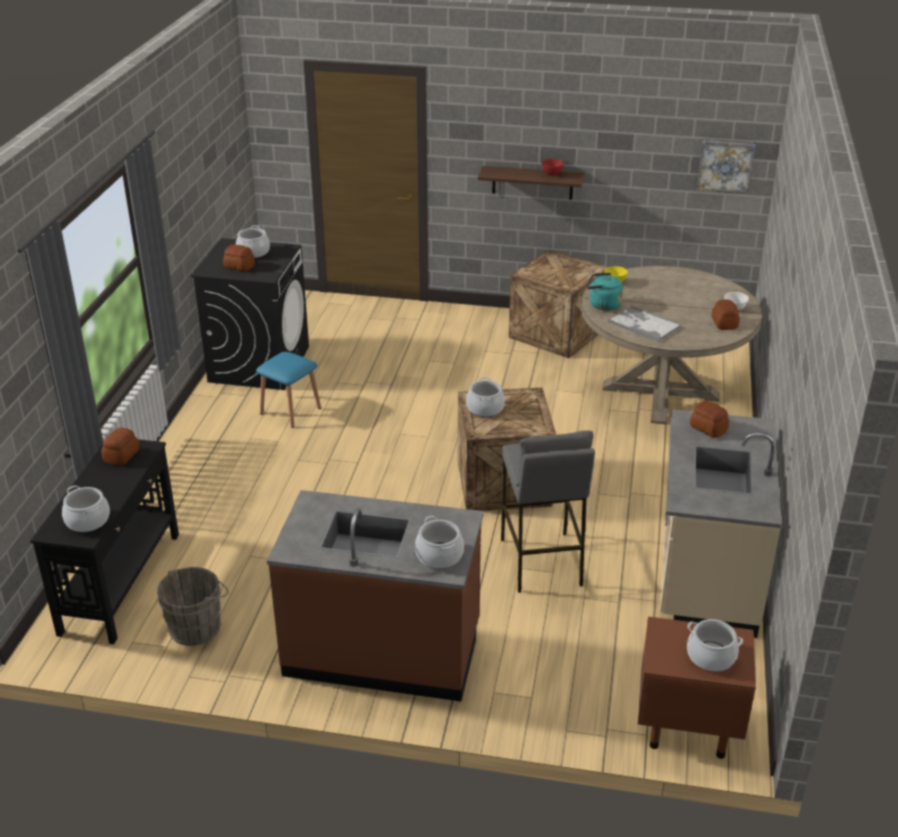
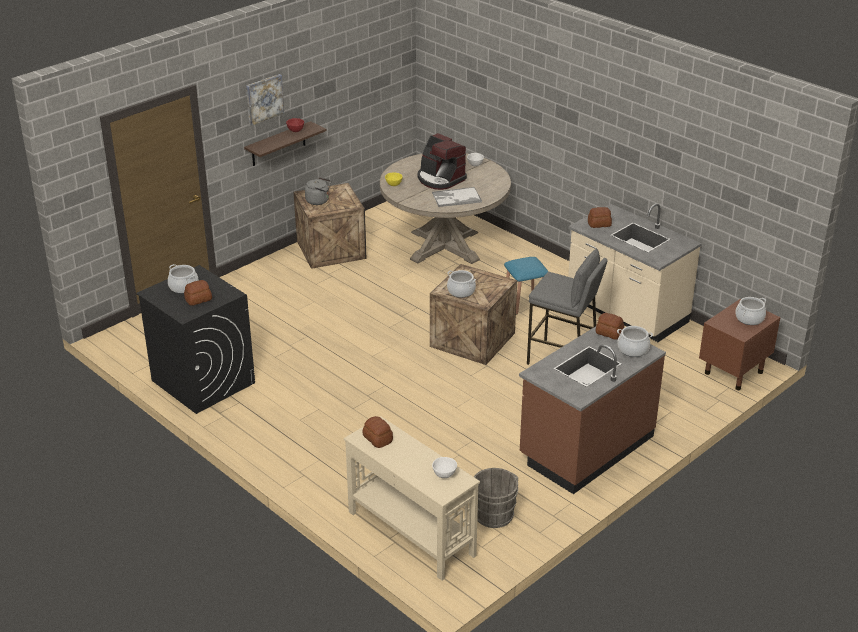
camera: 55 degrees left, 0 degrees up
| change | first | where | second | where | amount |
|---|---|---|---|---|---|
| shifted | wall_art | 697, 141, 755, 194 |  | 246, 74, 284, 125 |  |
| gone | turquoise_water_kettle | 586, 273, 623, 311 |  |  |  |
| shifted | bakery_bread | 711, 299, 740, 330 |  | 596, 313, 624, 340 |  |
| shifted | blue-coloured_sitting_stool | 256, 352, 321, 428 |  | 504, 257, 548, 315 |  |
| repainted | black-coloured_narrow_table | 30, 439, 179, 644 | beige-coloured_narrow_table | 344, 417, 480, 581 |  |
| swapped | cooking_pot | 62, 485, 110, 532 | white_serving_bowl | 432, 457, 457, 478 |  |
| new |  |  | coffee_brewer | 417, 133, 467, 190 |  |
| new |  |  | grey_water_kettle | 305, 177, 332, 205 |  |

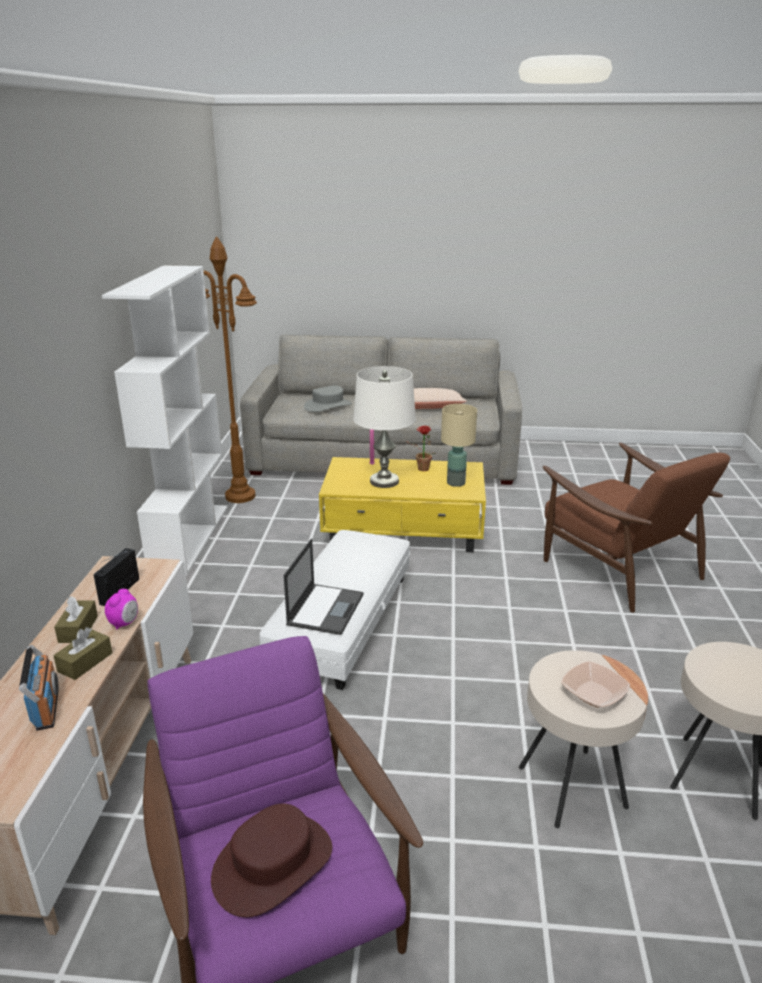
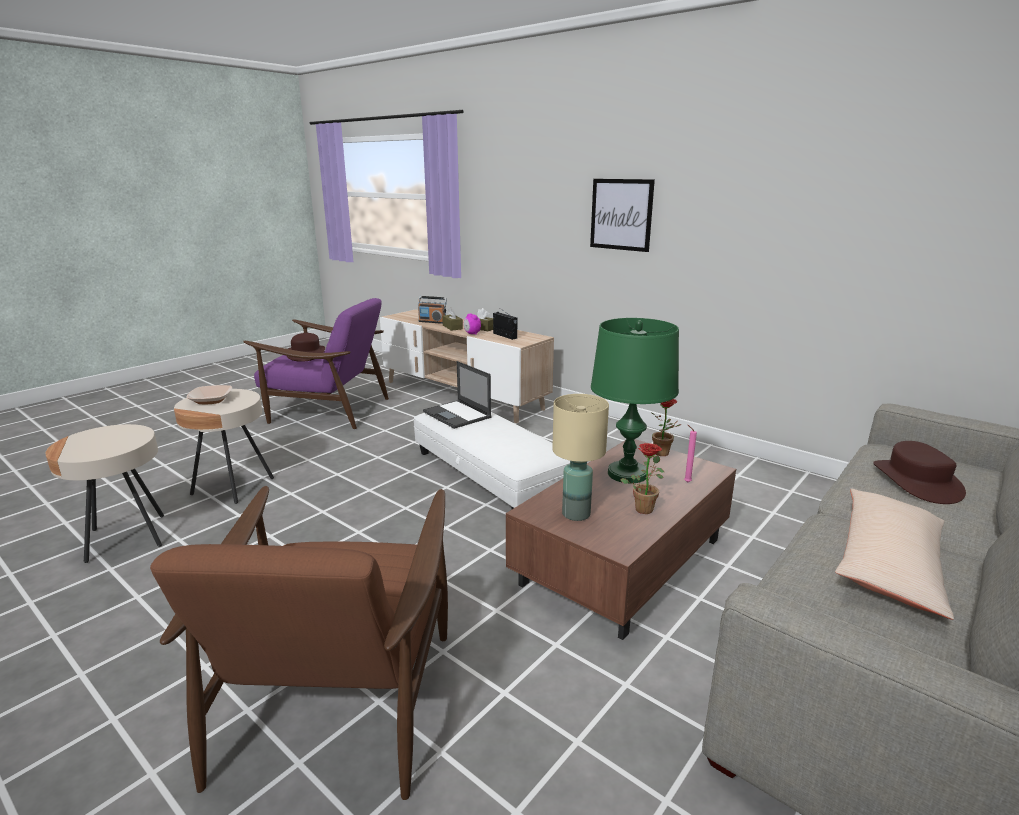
camera: 125 degrees right, 5 degrees down
| change | first | where | second | where | amount |
|---|---|---|---|---|---|
| gone | brown-coloured_floor_lamp | 203, 236, 257, 503 |  |  |  |
| gone | white_bookcase | 102, 266, 228, 576 |  |  |  |
| repainted | white_tabletop_lamp | 353, 366, 416, 488 | greenish_tabletop_lamp | 591, 318, 679, 483 |  |
| repainted | grey_hat | 304, 385, 352, 412 | brown-coloured_hat | 873, 441, 966, 504 |  |
| rotated | brown-coloured_armchair | 543, 443, 730, 613 |  | 150, 486, 448, 800 | 90 degrees counterclockwise |
| repainted | yellowish_lounge_table | 319, 457, 486, 552 | brown-coloured_lounge_table | 506, 439, 736, 640 |  |
| new |  |  | wall_art | 590, 179, 655, 252 |  |
| new |  |  | potted_plant | 651, 399, 682, 456 |  |

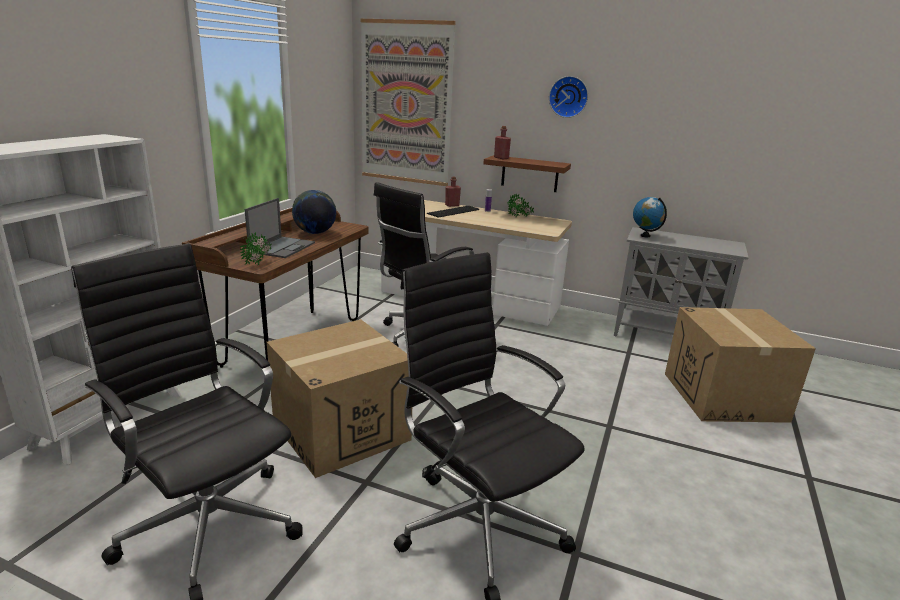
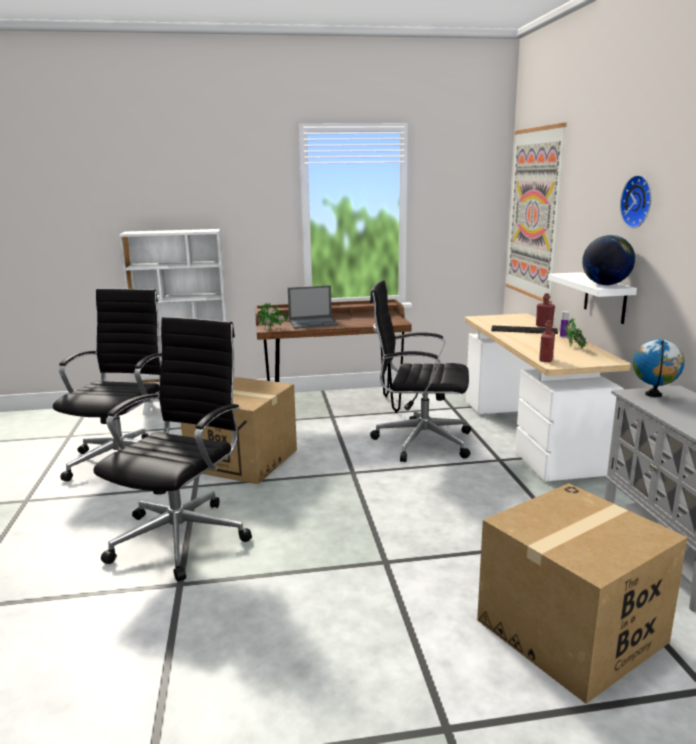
camera: 60 degrees right, 5 degrees down
| change | first | where | second | where | amount |
|---|---|---|---|---|---|
| shifted | red-coloured_bottle | 494, 126, 511, 159 |  | 539, 320, 555, 362 |  |
| repainted | brown-coloured_wall_shelf | 483, 155, 571, 192 | white_wall_shelf | 548, 272, 637, 324 |  |
| shifted | world_globe | 292, 190, 336, 234 |  | 582, 235, 635, 285 |  |

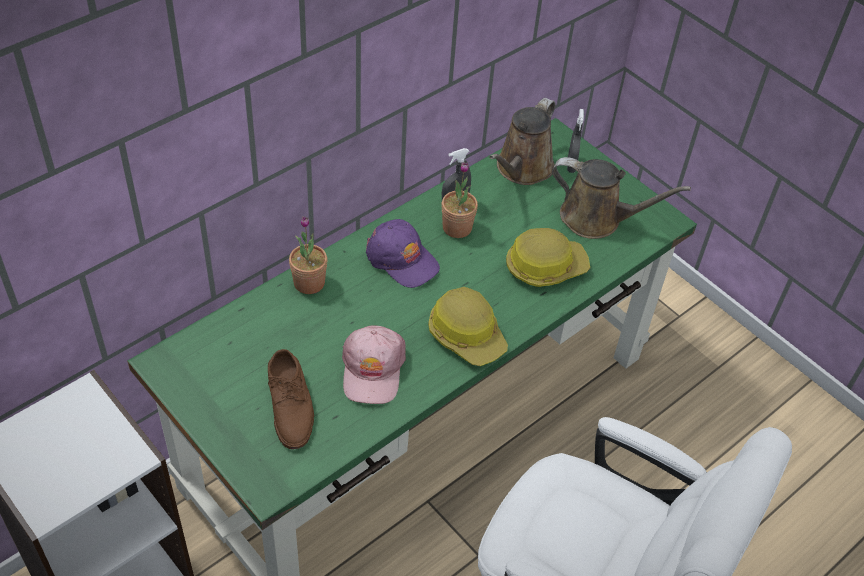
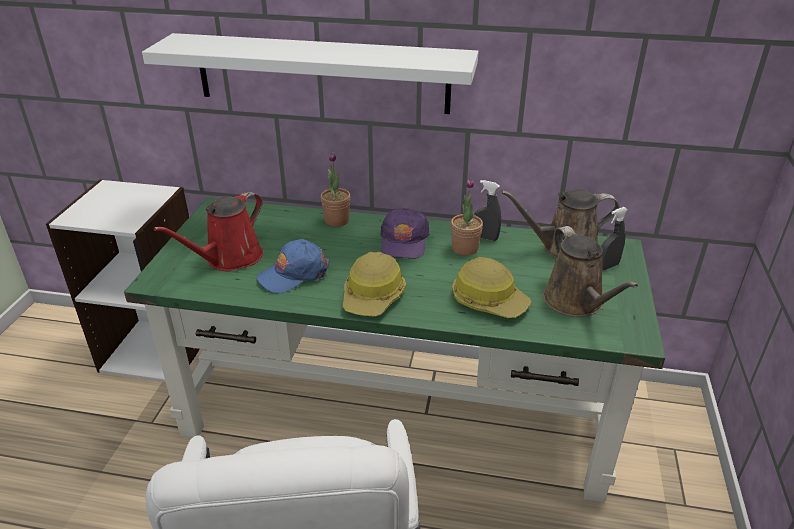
camera: 55 degrees right, 15 degrees down
| change | first | where | second | where | amount |
|---|---|---|---|---|---|
| repainted | pinkish_baseball_cap | 342, 325, 406, 404 | blue-coloured_baseball_cap | 256, 239, 330, 294 |  |
| swapped | brown-coloured_item_of_footwear | 268, 349, 314, 449 | red-coloured_watering_pot | 153, 192, 263, 271 |  |
| new |  |  | white_wall_shelf | 142, 33, 479, 114 |  |

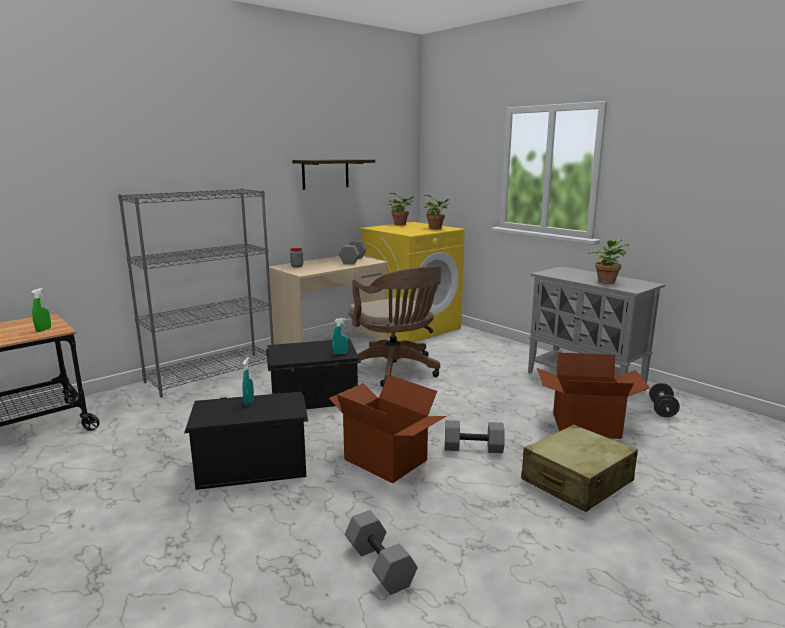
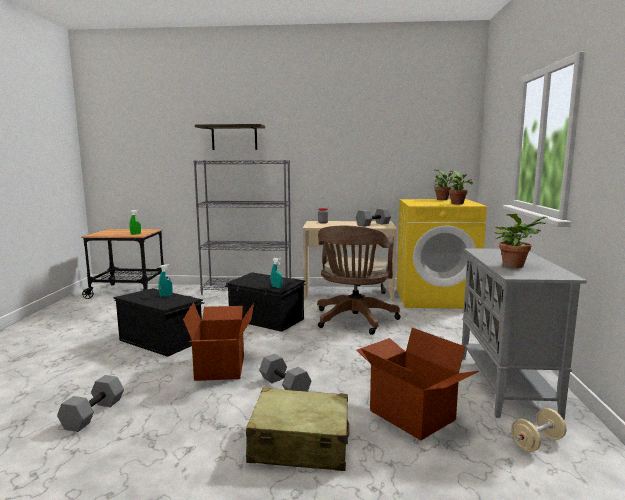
camera: 45 degrees right, 5 degrees down
| change | first | where | second | where | amount |
|---|---|---|---|---|---|
| shifted | wall_shelf | 292, 159, 375, 190 |  | 195, 124, 265, 150 |  |
| repainted | black-coloured_hand_weight | 649, 383, 680, 417 | beige-coloured_hand_weight | 511, 408, 566, 452 |  |

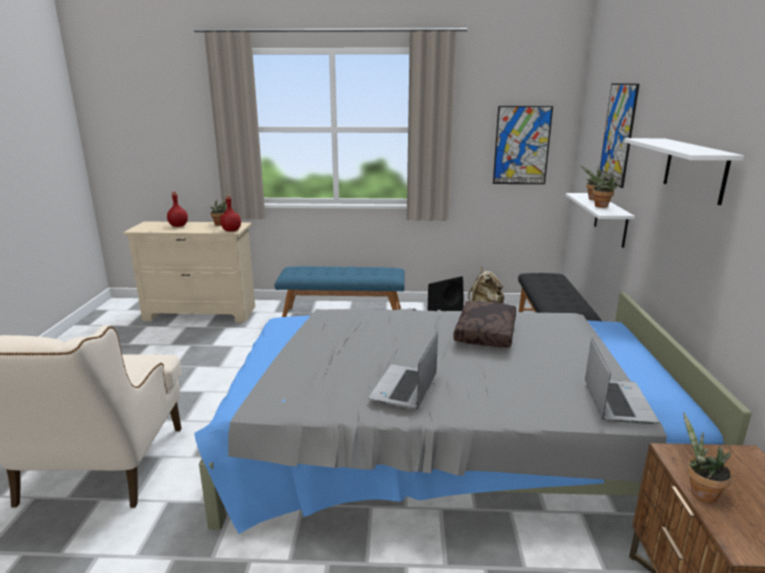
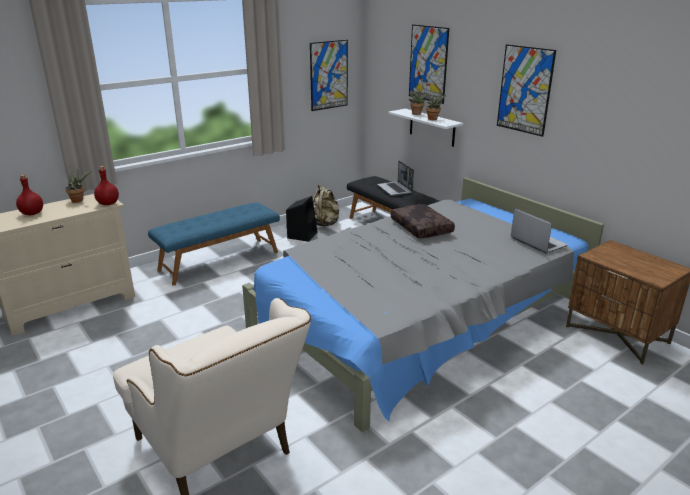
camera: 40 degrees left, 5 degrees up
| change | first | where | second | where | amount |
|---|---|---|---|---|---|
| swapped | white_wall_shelf | 624, 138, 744, 205 | wall_art | 497, 44, 556, 137 |  |
| shifted | laptop | 368, 331, 438, 409 |  | 377, 161, 414, 196 |  |
| gone | potted_plant | 683, 412, 732, 503 |  |  |  |

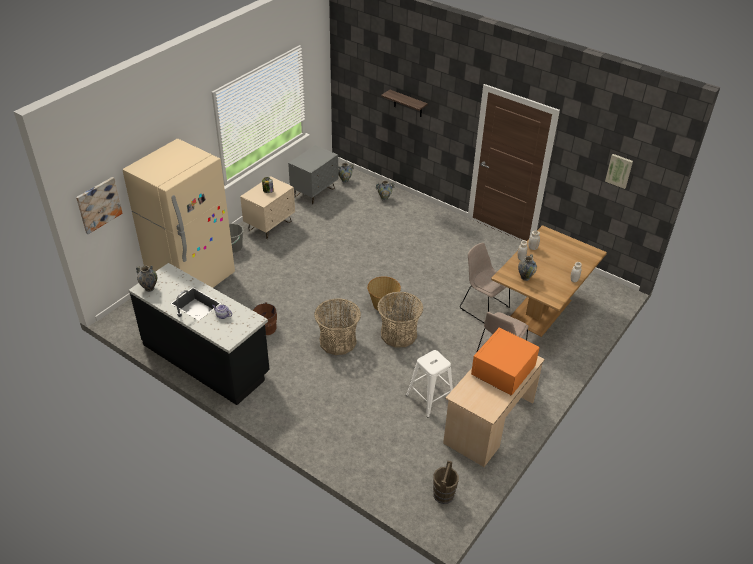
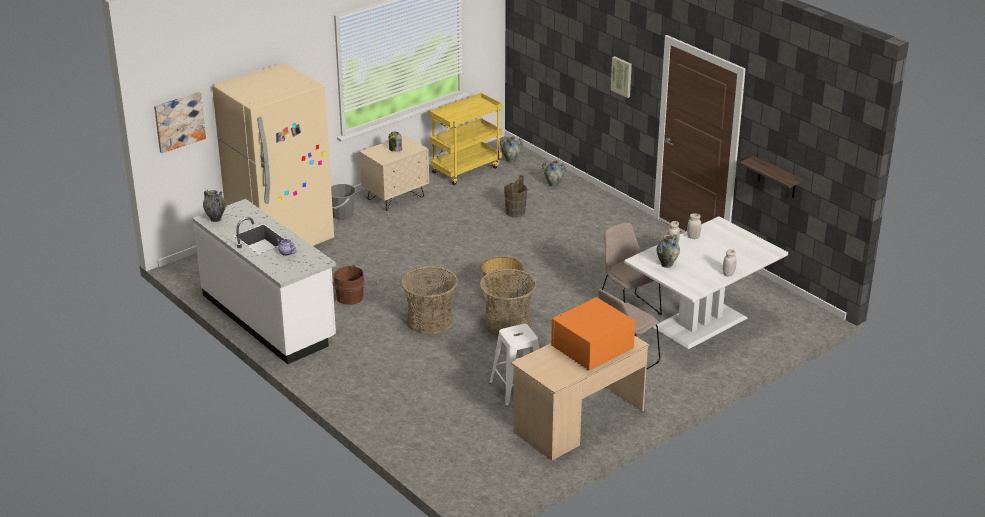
camera: 15 degrees right, 10 degrees down
| change | first | where | second | where | amount |
|---|---|---|---|---|---|
| shifted | wall_shelf | 381, 90, 428, 117 |  | 739, 156, 804, 198 |  |
| swapped | grey_nightstand | 288, 145, 338, 204 | yellowish_cart | 429, 93, 502, 185 |  |
| shifted | wall_art | 605, 154, 633, 189 |  | 611, 56, 632, 98 |  |
| repainted | brown-coloured_kitchen_table | 491, 225, 607, 337 | white_kitchen_table | 624, 216, 788, 349 |  |
| repainted | black-coloured_counter | 129, 263, 270, 405 | white_counter | 193, 199, 336, 364 |  |
| shifted | brown-coloured_bucket | 433, 460, 459, 504 |  | 504, 175, 527, 217 |  |

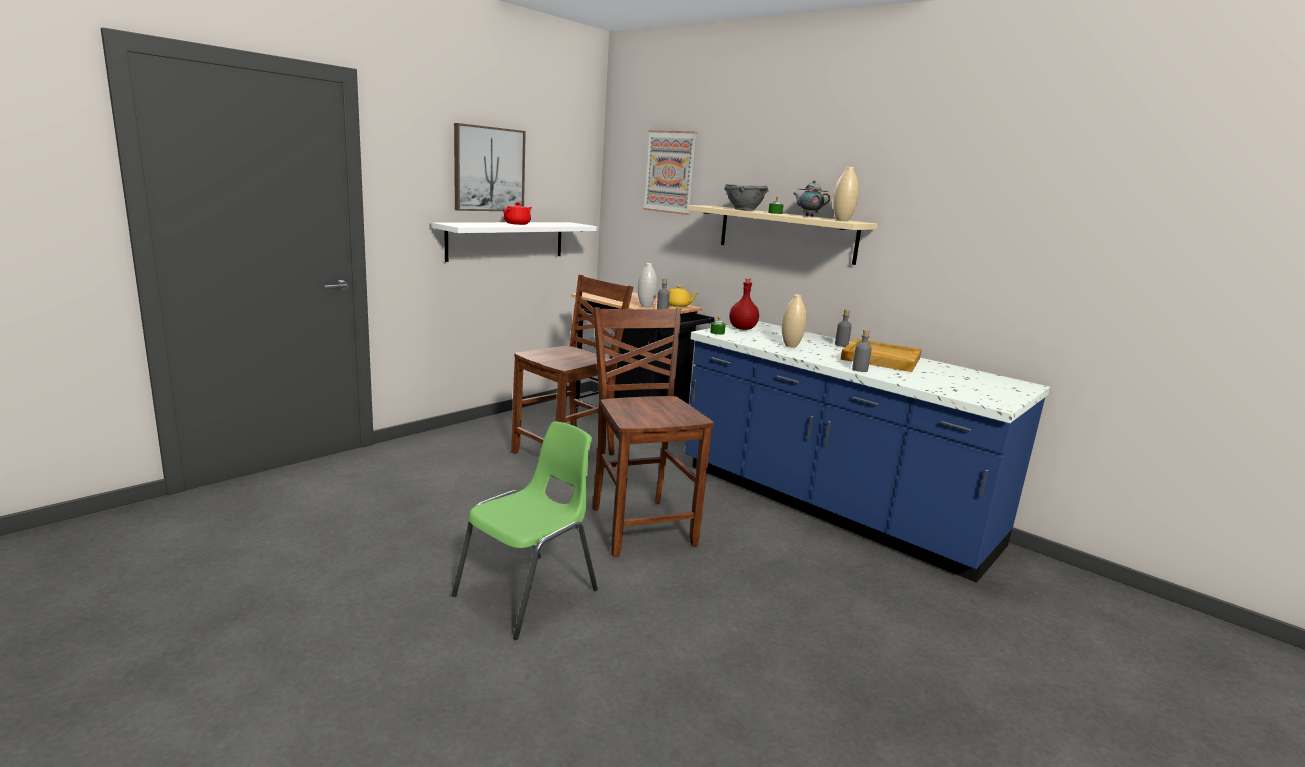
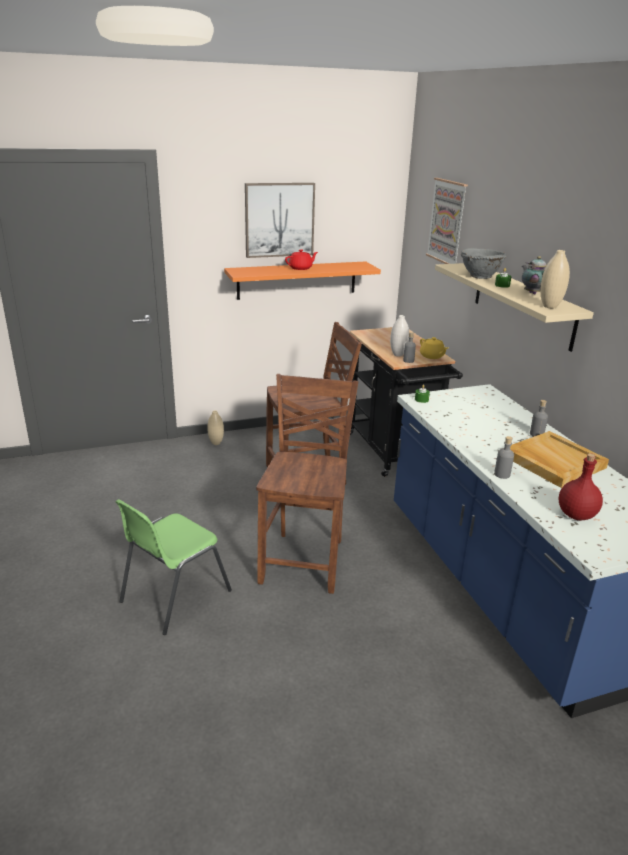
camera: 30 degrees right, 10 degrees up
| change | first | where | second | where | amount |
|---|---|---|---|---|---|
| repainted | white_wall_shelf | 432, 222, 597, 262 | orange_wall_shelf | 224, 261, 381, 300 |  |
| shifted | red-coloured_bottle | 729, 278, 759, 330 |  | 559, 453, 603, 520 |  |
| shifted | beige-coloured_decorative_vase | 782, 294, 807, 347 |  | 207, 410, 224, 445 |  |
| rotated | greenish_chair | 452, 421, 598, 640 |  | 115, 499, 232, 635 | 150 degrees clockwise |

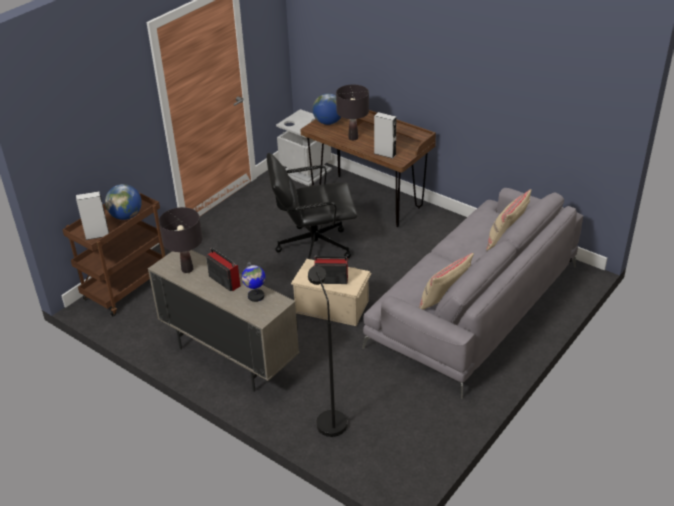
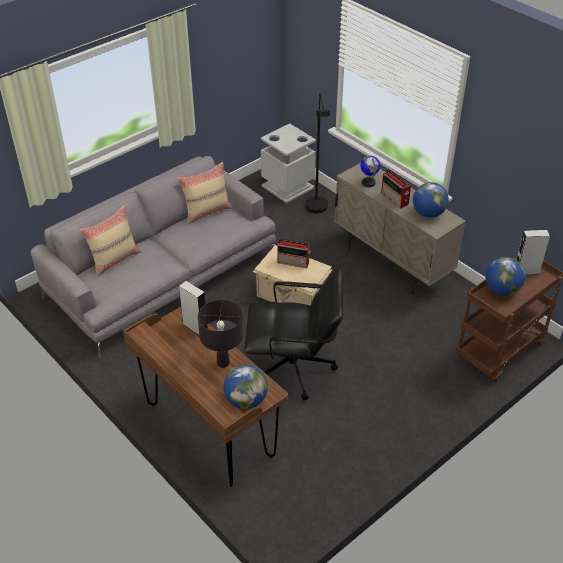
camera: 170 degrees left, 5 degrees up
| change | first | where | second | where | amount |
|---|---|---|---|---|---|
| shifted | grey_rubbish_bin | 276, 109, 332, 186 |  | 261, 123, 316, 203 |  |
| swapped | black-coloured_tabletop_lamp | 159, 207, 203, 273 | world_globe | 413, 182, 449, 218 |  |

